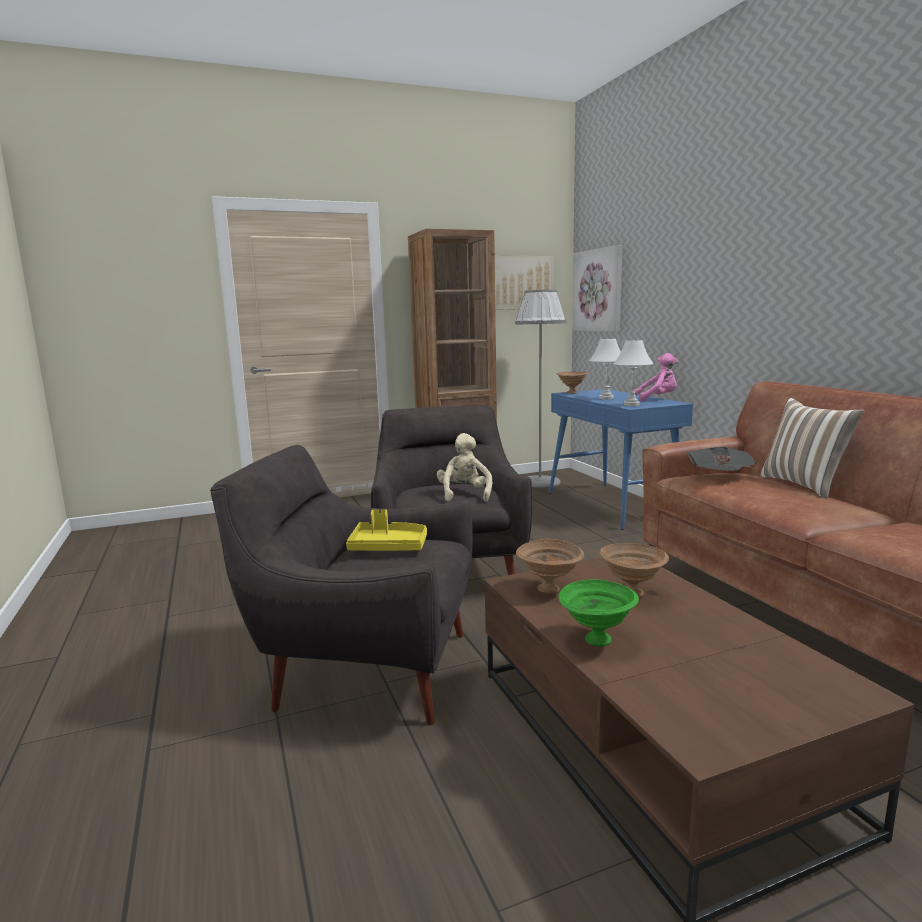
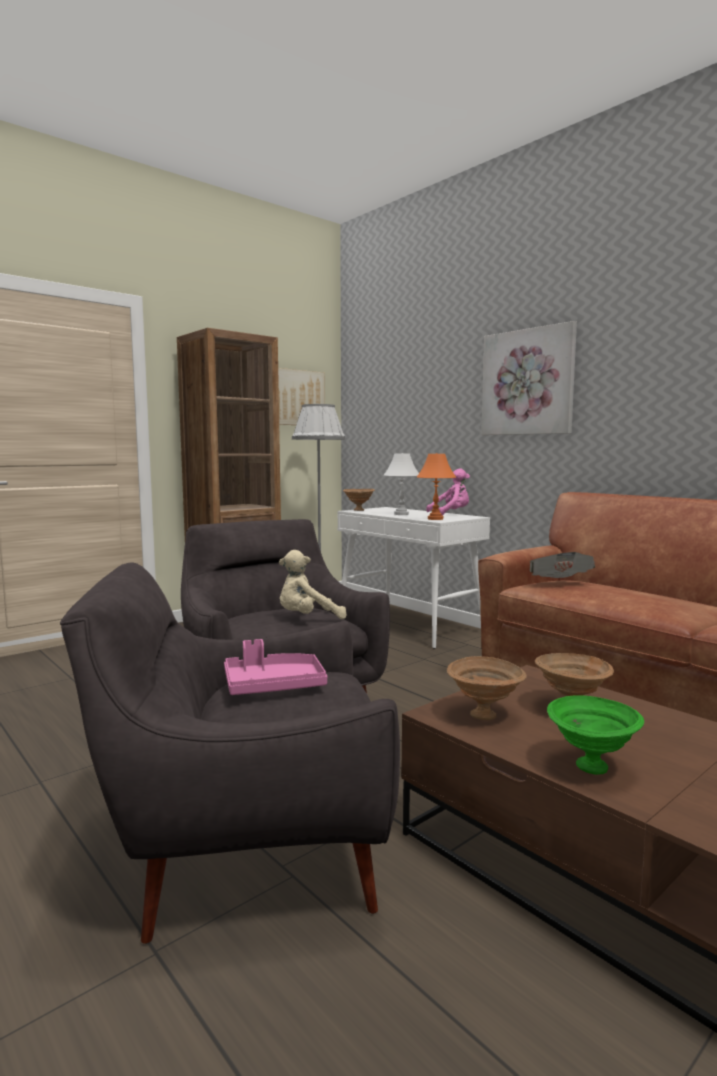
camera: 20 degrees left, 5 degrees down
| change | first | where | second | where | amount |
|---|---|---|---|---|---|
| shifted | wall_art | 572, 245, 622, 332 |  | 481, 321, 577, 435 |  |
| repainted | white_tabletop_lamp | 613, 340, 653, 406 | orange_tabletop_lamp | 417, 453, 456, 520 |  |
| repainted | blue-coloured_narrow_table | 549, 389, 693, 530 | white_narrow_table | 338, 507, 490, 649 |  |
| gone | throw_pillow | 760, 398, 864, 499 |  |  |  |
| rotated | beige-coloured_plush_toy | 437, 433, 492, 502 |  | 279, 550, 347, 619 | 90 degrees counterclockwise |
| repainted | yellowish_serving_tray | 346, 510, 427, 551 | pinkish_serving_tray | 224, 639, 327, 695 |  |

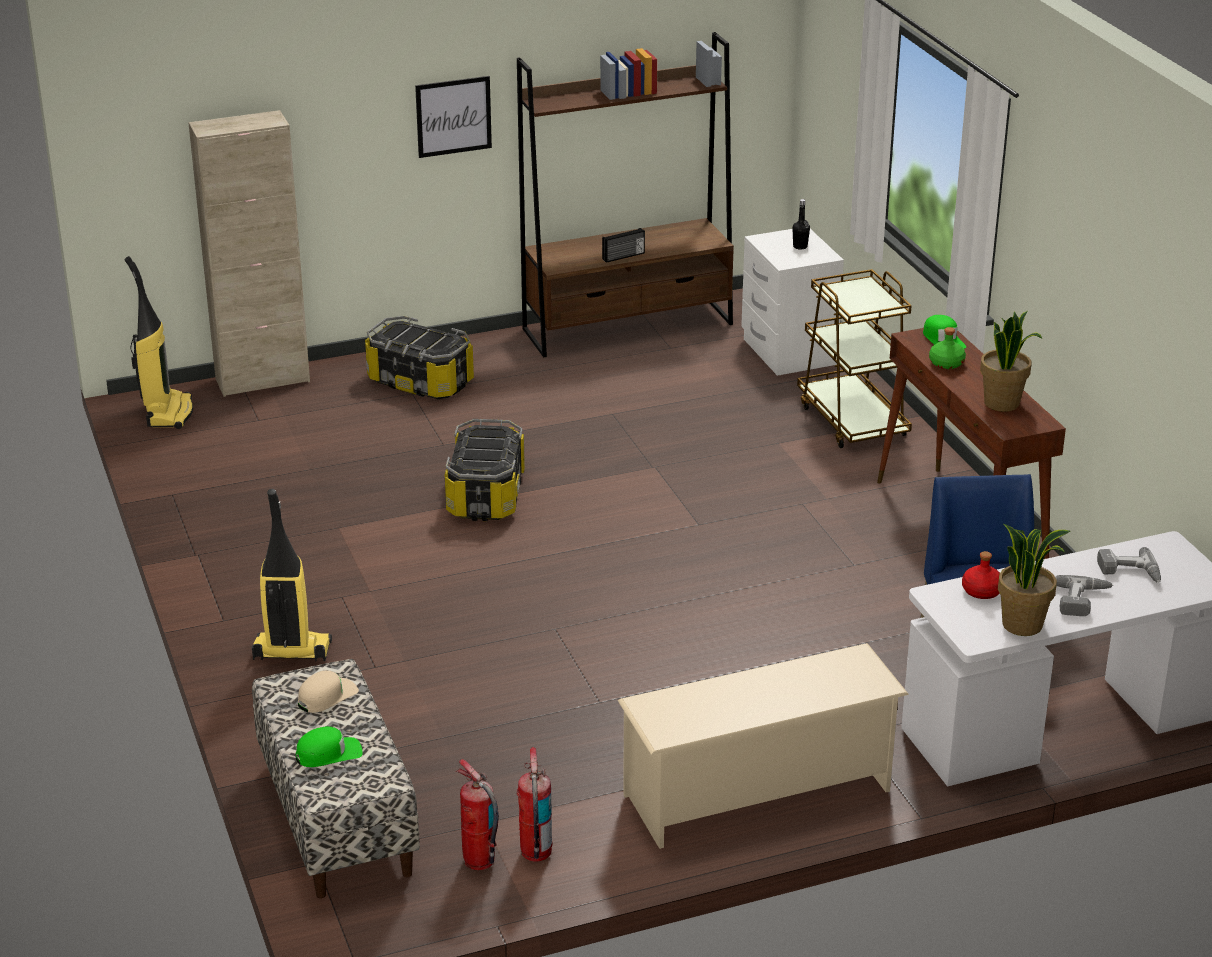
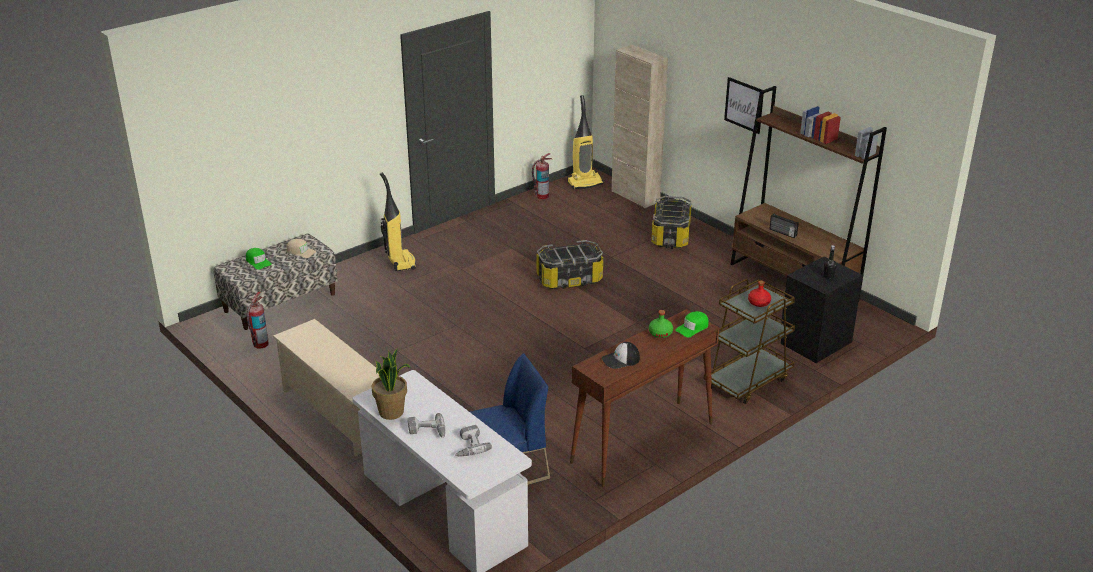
camera: 70 degrees right, 0 degrees up
| change | first | where | second | where | amount |
|---|---|---|---|---|---|
| repainted | white_nightstand | 741, 229, 844, 376 | black-coloured_nightstand | 781, 257, 863, 363 |  |
| swapped | potted_plant | 980, 311, 1042, 412 | baseball_cap | 602, 342, 640, 369 |  |
| shifted | red-coloured_bottle | 962, 551, 1000, 599 |  | 748, 281, 771, 307 |  |
| shifted | fire_extinguisher | 517, 747, 553, 862 |  | 532, 153, 553, 199 |  |

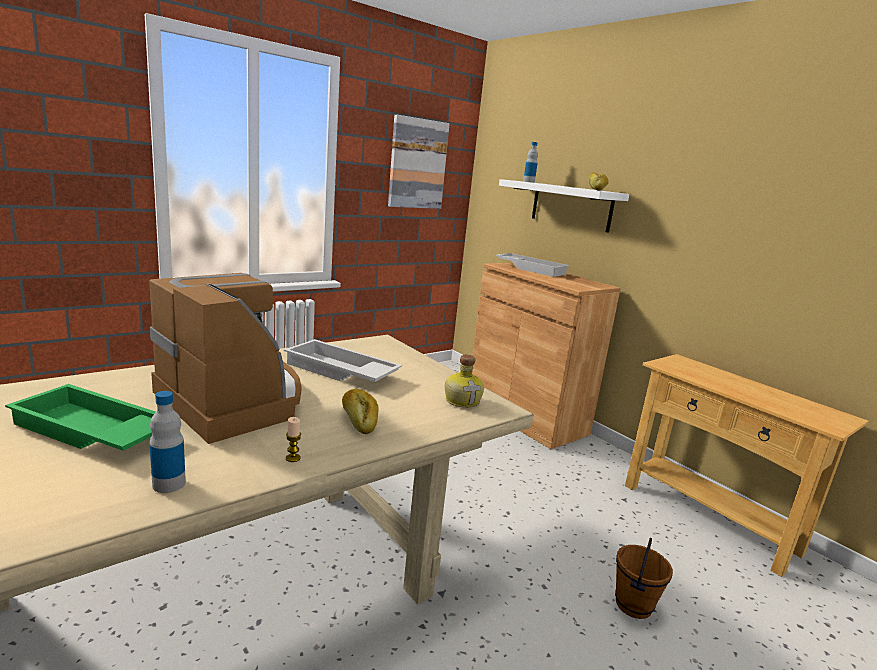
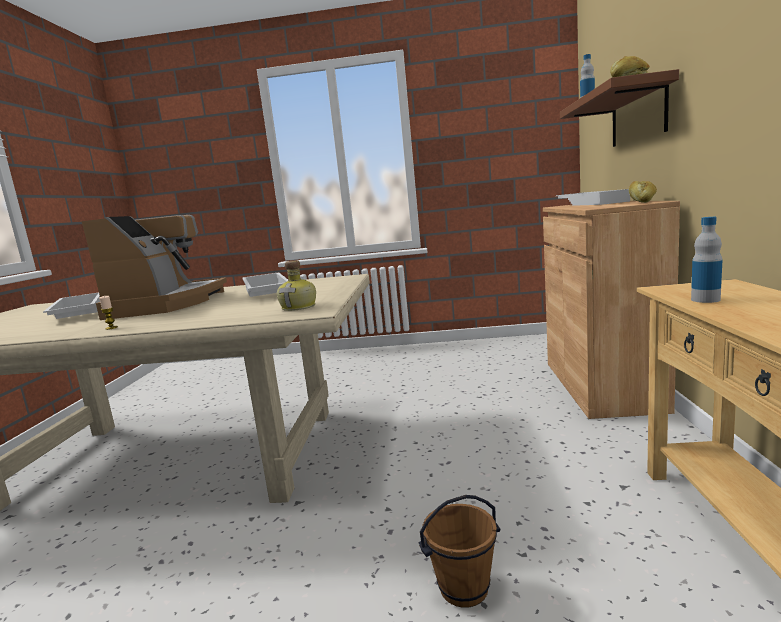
camera: 45 degrees right, 5 degrees down
| change | first | where | second | where | amount |
|---|---|---|---|---|---|
| gone | wall_art | 388, 115, 450, 209 |  |  |  |
| repainted | white_wall_shelf | 499, 179, 629, 233 | brown-coloured_wall_shelf | 560, 69, 679, 147 |  |
| repainted | greenish_serving_tray | 5, 384, 156, 451 | white_serving_tray | 43, 292, 100, 319 |  |
| shifted | bakery_bread | 342, 389, 378, 434 |  | 629, 181, 657, 203 |  |
| shifted | bottle | 149, 391, 186, 493 |  | 691, 217, 722, 303 |  |

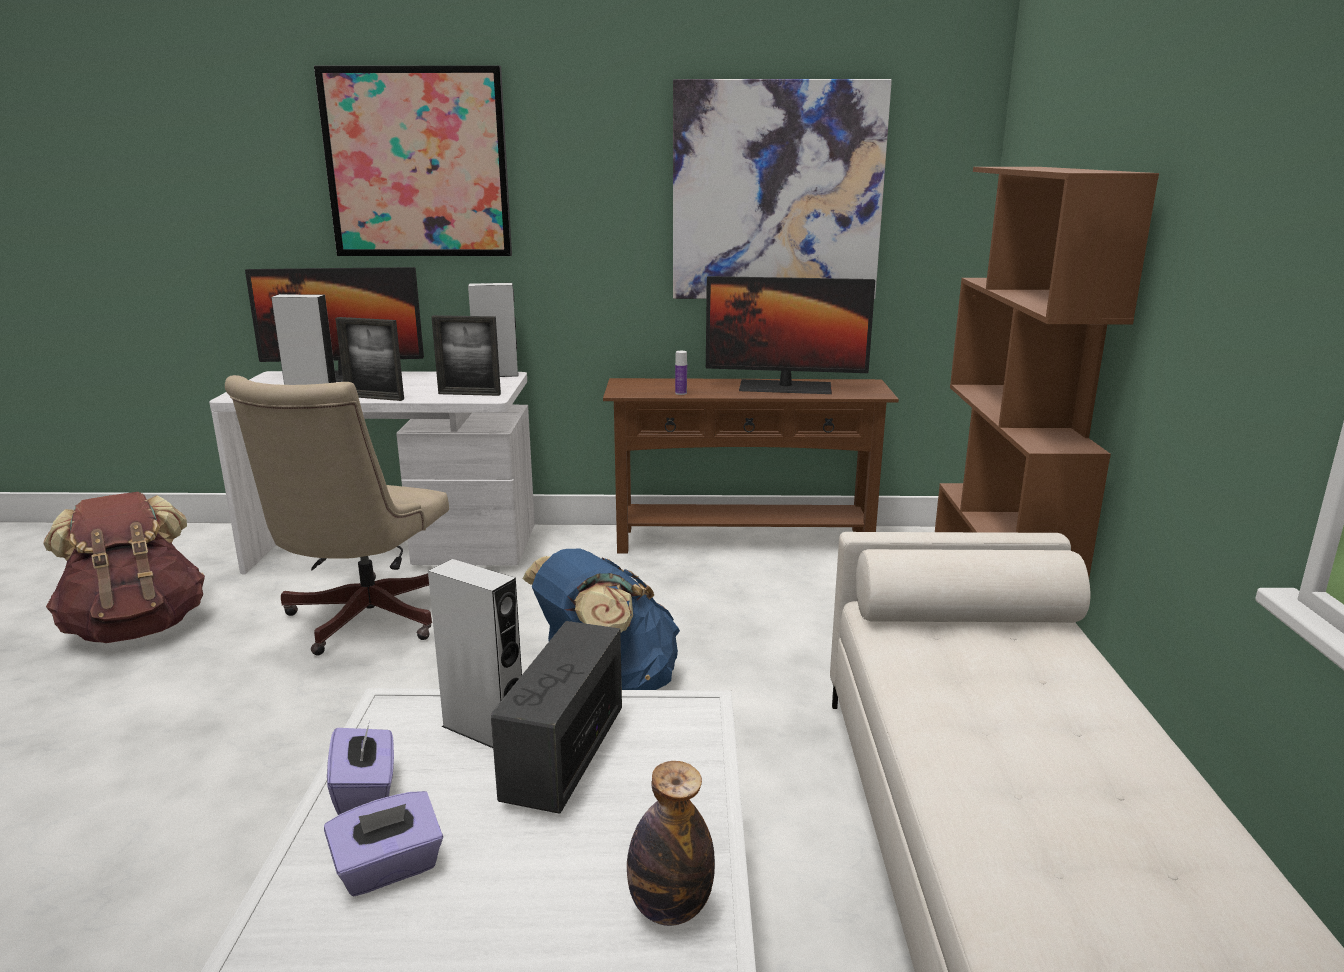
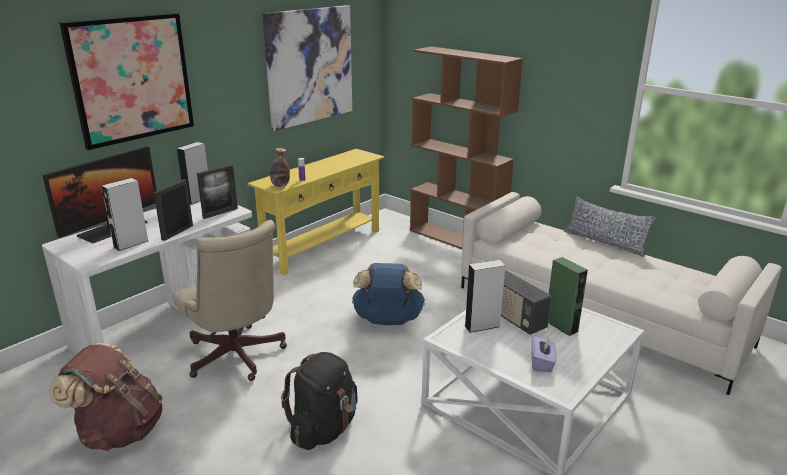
camera: 50 degrees left, 5 degrees up
| change | first | where | second | where | amount |
|---|---|---|---|---|---|
| gone | monitor | 706, 276, 875, 394 |  |  |  |
| rotated | standing_frame | 335, 317, 404, 401 |  | 154, 179, 193, 241 | 150 degrees clockwise |
| repainted | brown-coloured_narrow_table | 603, 378, 899, 554 | yellowish_narrow_table | 247, 149, 385, 275 |  |
| gone | purple-coloured_tissue_holder | 327, 718, 394, 815 |  |  |  |
| shifted | bottle | 627, 761, 715, 926 |  | 270, 148, 290, 187 |  |
| new |  |  | throw_pillow | 564, 196, 656, 257 |  |
| new |  |  | greenish_loudspeaker | 548, 257, 588, 336 |  |
| new |  |  | black-coloured_rucksack | 281, 352, 358, 450 |  |

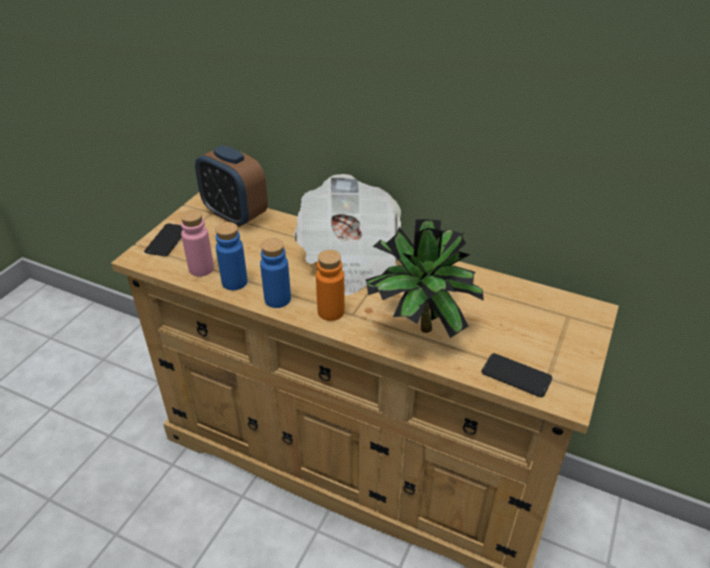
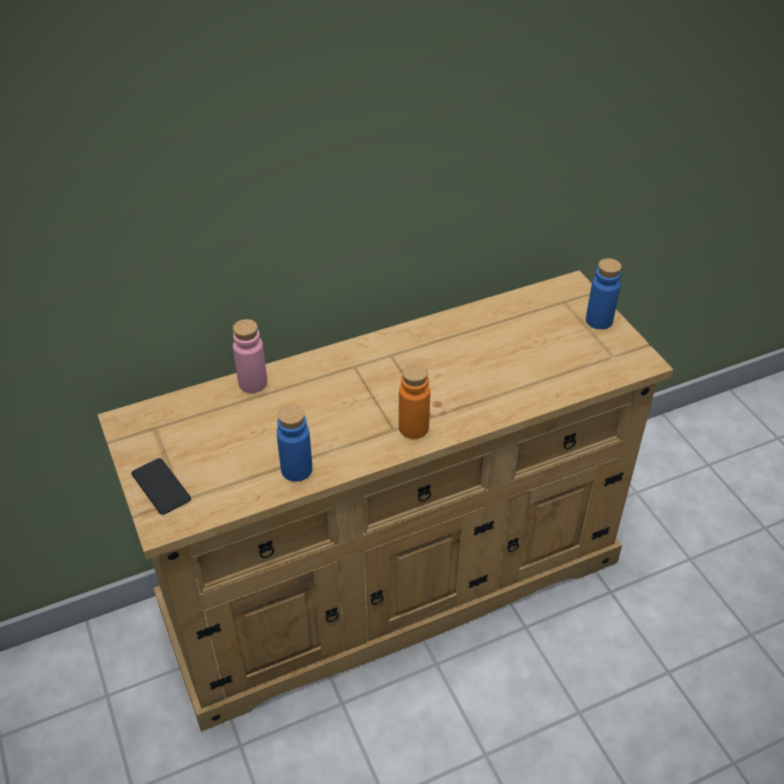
camera: 50 degrees left, 5 degrees up
| change | first | where | second | where | amount |
|---|---|---|---|---|---|
| gone | alarm_clock | 195, 145, 268, 227 |  |  |  |
| gone | daily_paper | 294, 174, 401, 295 |  |  |  |
| shifted | pinkish_bottle | 180, 209, 214, 277 |  | 233, 319, 267, 393 |  |
| gone | potted_plant | 365, 219, 484, 338 |  |  |  |
| shifted | blue-coloured_bottle | 260, 238, 291, 308 |  | 586, 258, 622, 329 |  |
| gone | handset | 482, 353, 552, 397 |  |  |  |

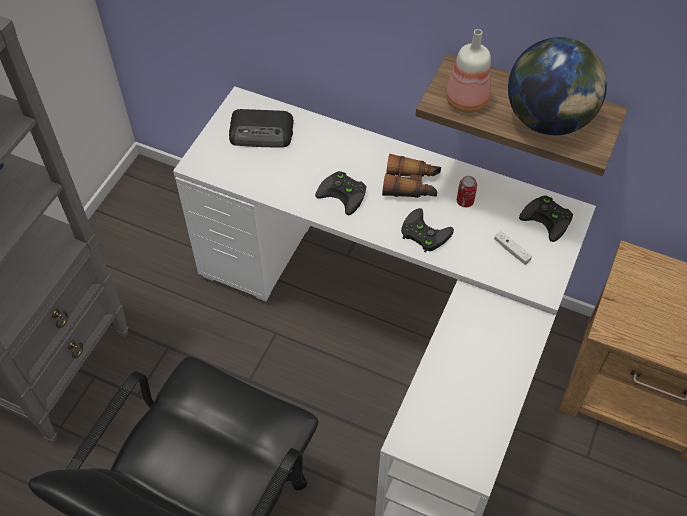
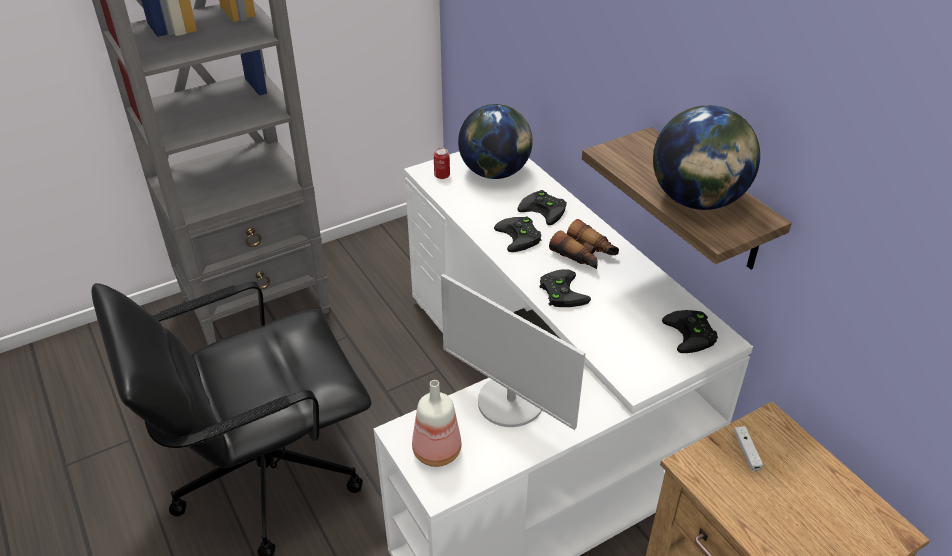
camera: 35 degrees right, 15 degrees down
| change | first | where | second | where | amount |
|---|---|---|---|---|---|
| shifted | bottle | 446, 29, 491, 113 |  | 412, 380, 461, 467 |  |
| swapped | radio | 229, 109, 294, 148 | world_globe | 458, 104, 533, 179 |  |
| shifted | metal_can | 457, 176, 477, 207 |  | 434, 148, 450, 179 |  |
| shifted | white_joypad | 494, 231, 532, 265 |  | 734, 426, 763, 471 |  |
| new |  |  | black-coloured_joypad | 517, 190, 567, 225 |  |
| new |  |  | monitor | 441, 274, 585, 430 |  |

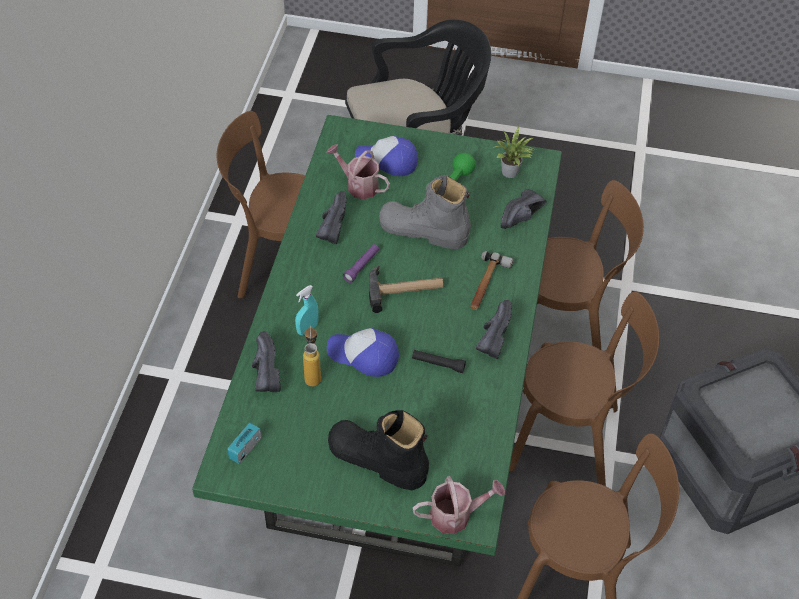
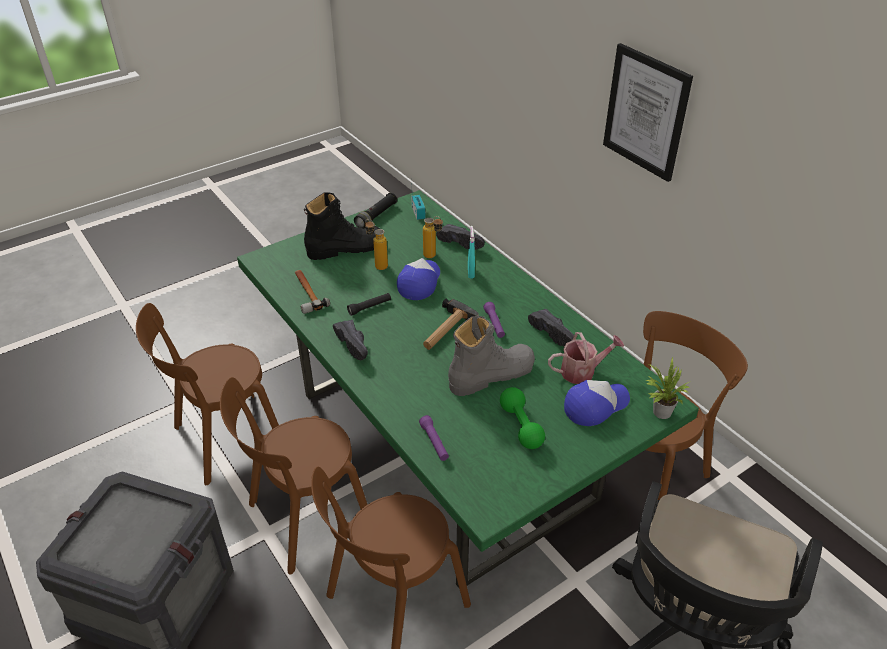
camera: 135 degrees right, 10 degrees down
| change | first | where | second | where | amount |
|---|---|---|---|---|---|
| shifted | potted_plant | 493, 126, 536, 178 |  | 646, 357, 691, 419 |  |
| swapped | black-coloured_item_of_footwear | 501, 189, 547, 229 | purple-coloured_torch | 419, 415, 449, 461 |  |
| shifted | tool_hammer | 470, 251, 514, 310 |  | 295, 270, 330, 314 |  |
| rotated | baseball_cap | 327, 328, 399, 377 |  | 397, 258, 440, 300 | 45 degrees counterclockwise |
| gone | watering_pot | 413, 476, 505, 534 |  |  |  |
| new |  |  | wall_art | 603, 43, 693, 182 |  |
| new |  |  | black-coloured_torch | 354, 192, 397, 228 |  |
| new |  |  | bottle | 365, 219, 388, 270 |  |

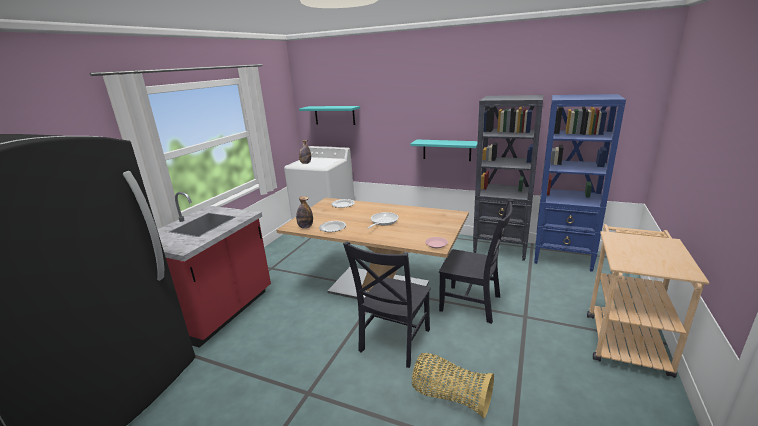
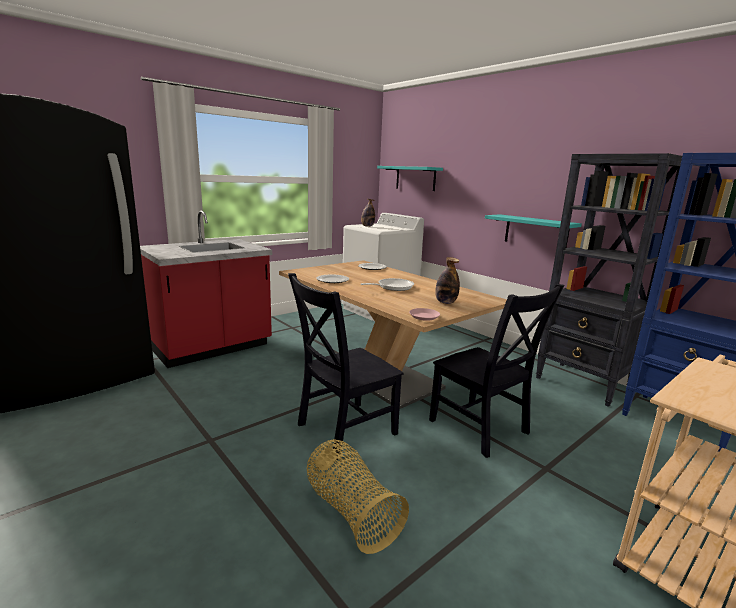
camera: 25 degrees right, 5 degrees down
| change | first | where | second | where | amount |
|---|---|---|---|---|---|
| shifted | bottle | 296, 196, 313, 229 |  | 435, 257, 460, 304 |  |

